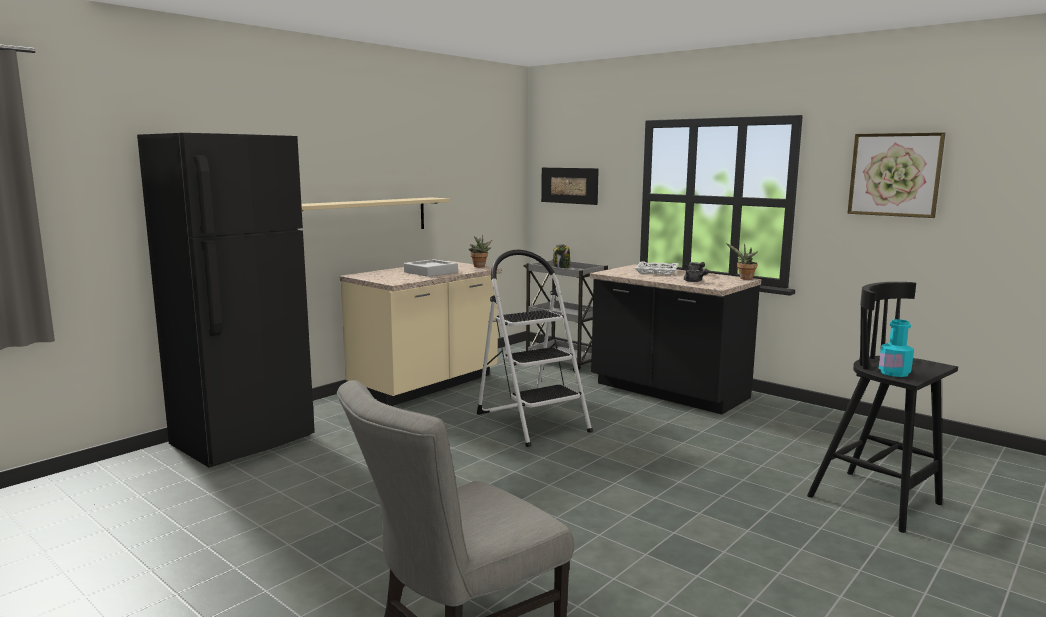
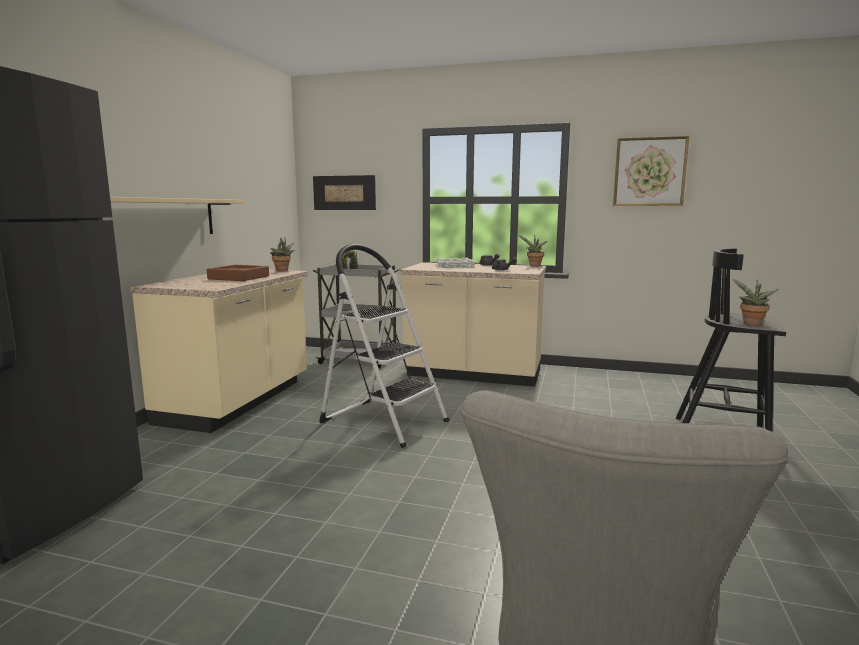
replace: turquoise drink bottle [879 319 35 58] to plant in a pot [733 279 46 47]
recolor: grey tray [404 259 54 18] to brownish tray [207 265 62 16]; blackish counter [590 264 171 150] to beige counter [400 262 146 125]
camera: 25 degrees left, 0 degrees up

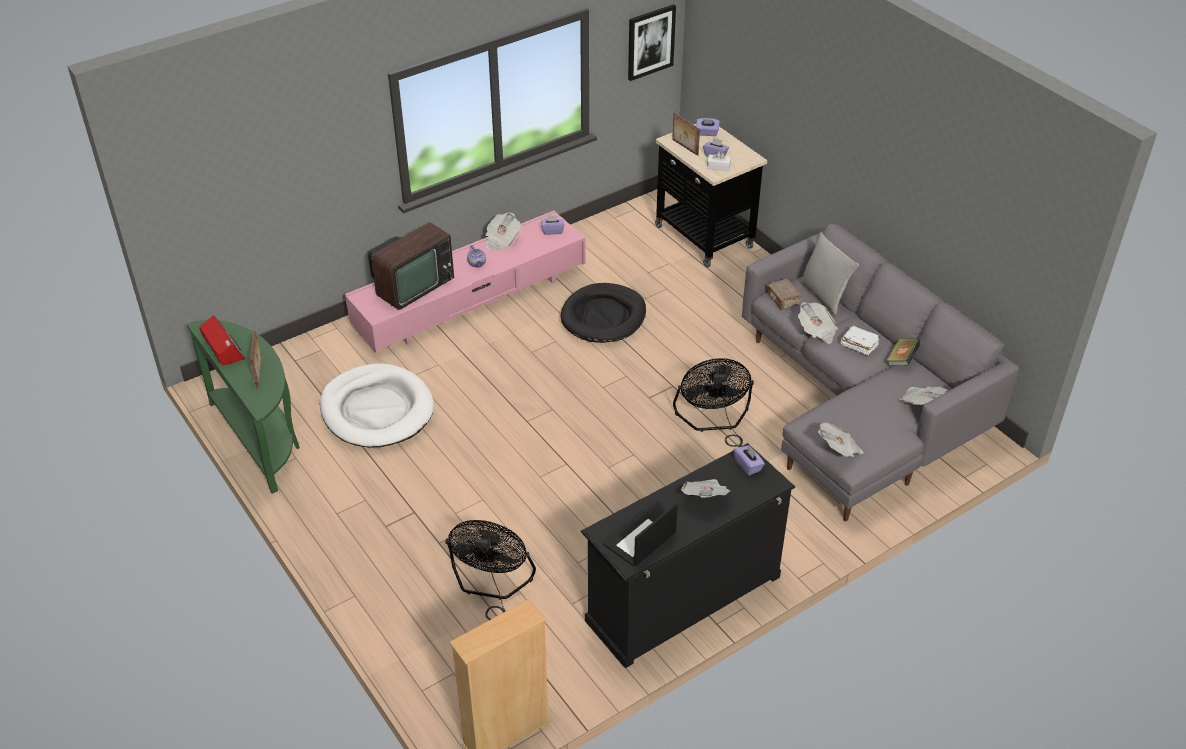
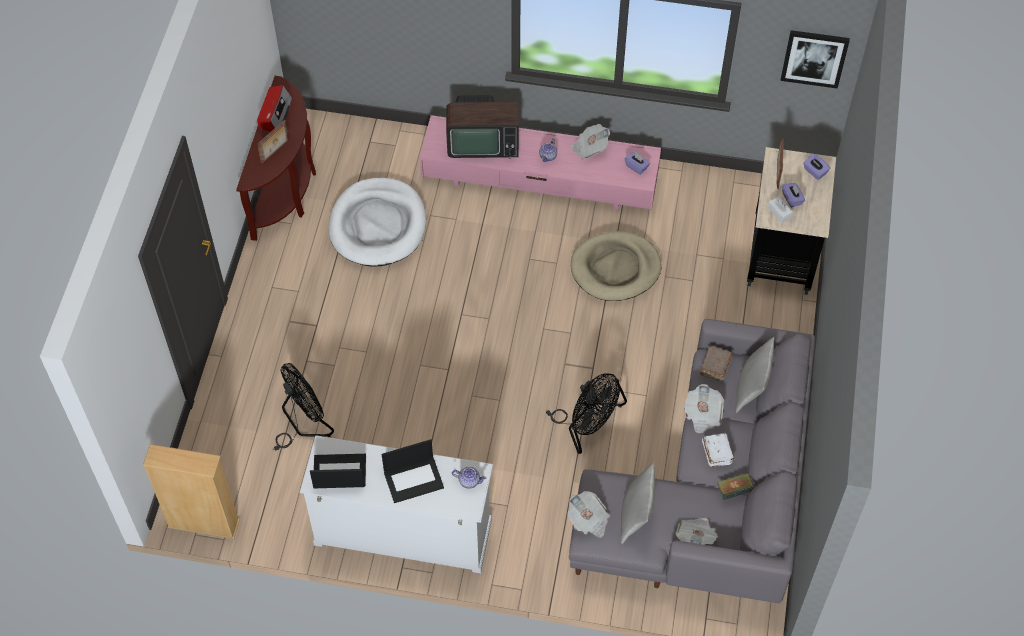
insert: grey cushion [620 462 35 82]
replace: printed paper [681 479 49 19] to notebook computer [382 439 62 64]; purple-coloured tissue holder [734 445 31 31] to pot for tea [452 467 35 22]
recolor: greenish console table [187 320 113 174] to brownish console table [236 76 80 165]; blackish cabinet [581 443 214 225] to white-coloured cabinet [300 435 193 138]; blackish dog bed [561 283 85 60] to beige dog bed [571 231 91 70]
rotate: blackish cooling fan [673 358 81 89] = [546 373 81 81] 90 degrees clockwise
camera: 45 degrees right, 15 degrees up

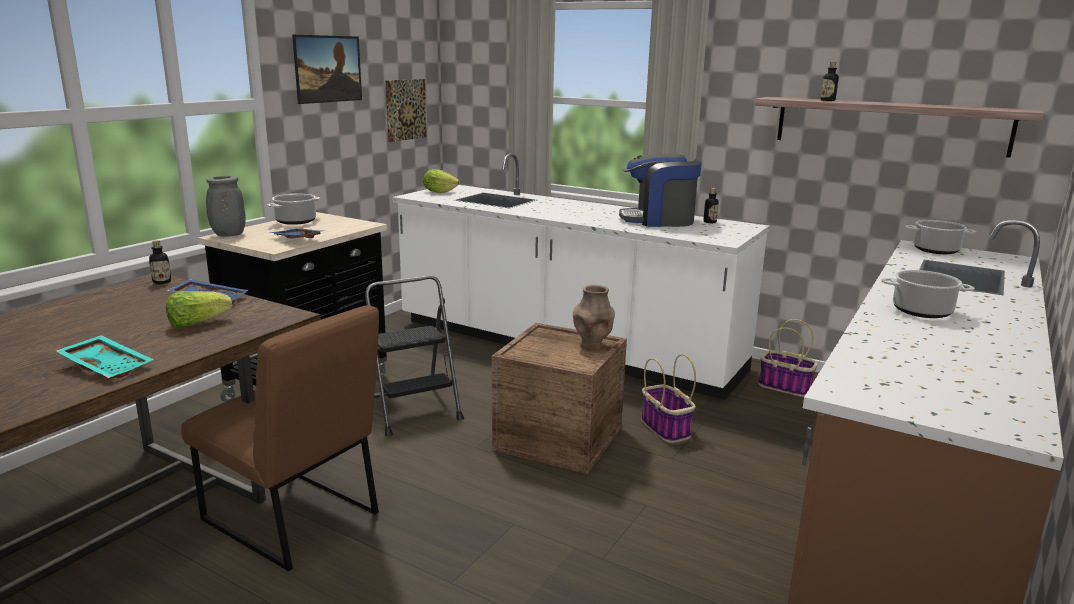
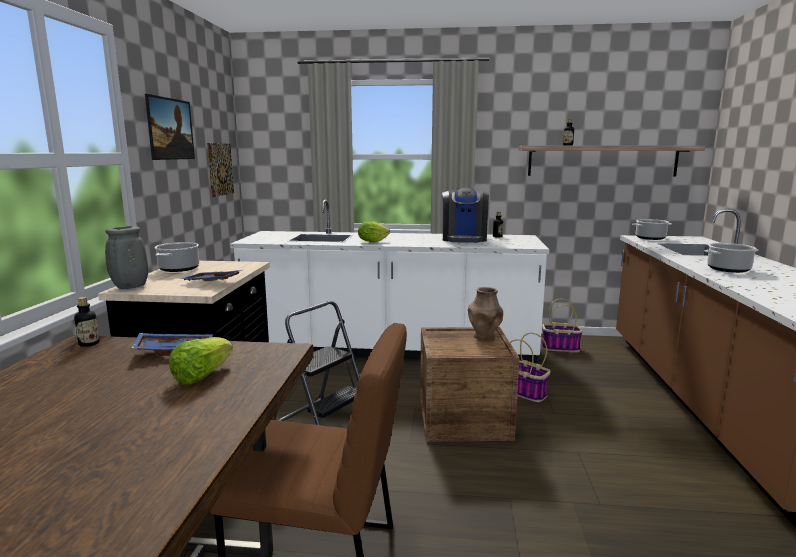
delete: turquoise tray [56 335 98 43]
move: lettuce head [423 169 37 24] to [358 221 32 21]
rotate: coffee machine [619 154 82 73] = [442 188 47 55] 60 degrees counterclockwise
camera: 25 degrees left, 5 degrees down

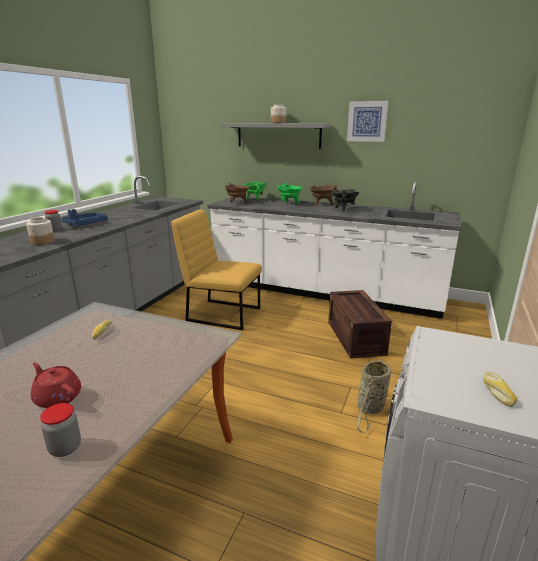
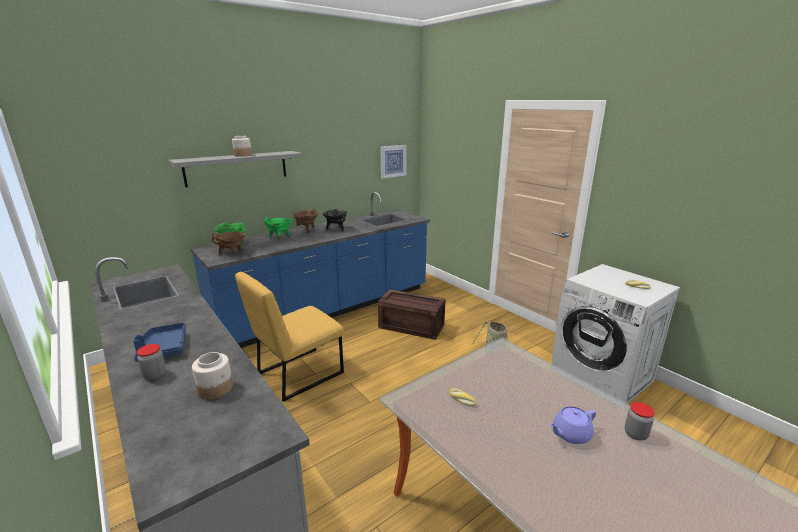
move: wall picture [347 101 41 41] to [381 145 26 34]
recolor: white-coloured counter [208 181 253 138] to blue-coloured counter [190 192 240 156]; red-coloured pot for tea [31 363 50 45] to purple-coloured pot for tea [550 406 46 38]
camera: 60 degrees left, 0 degrees up

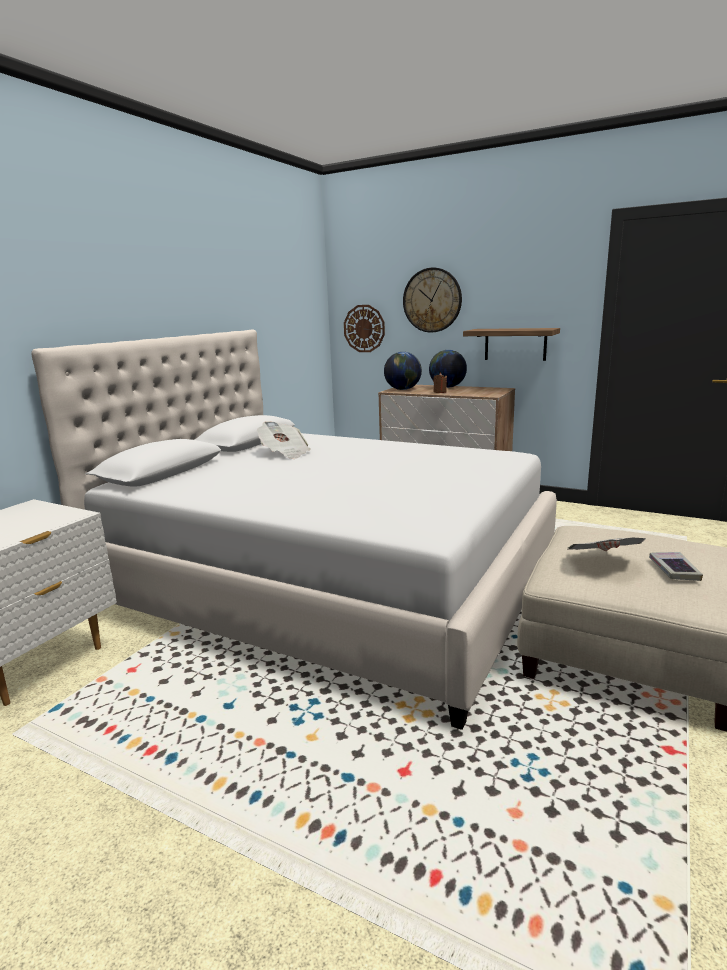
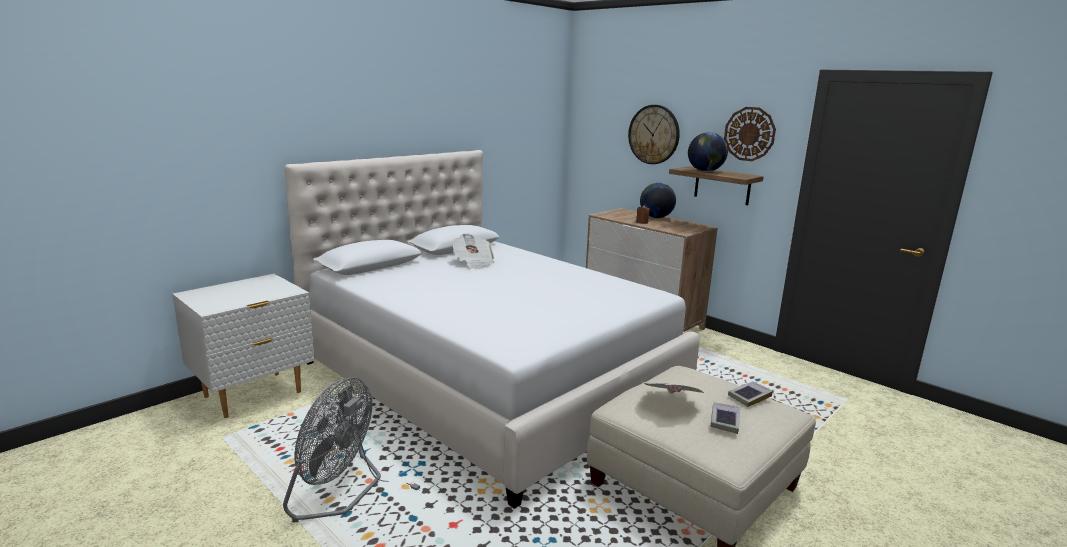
insert: grey cooling fan [283 378 138 145]; bound book [728 381 45 26]
move: desk globe [384 352 38 38] to [688 132 40 40]; hanging clock [344 305 41 47] to [724 107 52 54]
camera: 15 degrees right, 0 degrees up

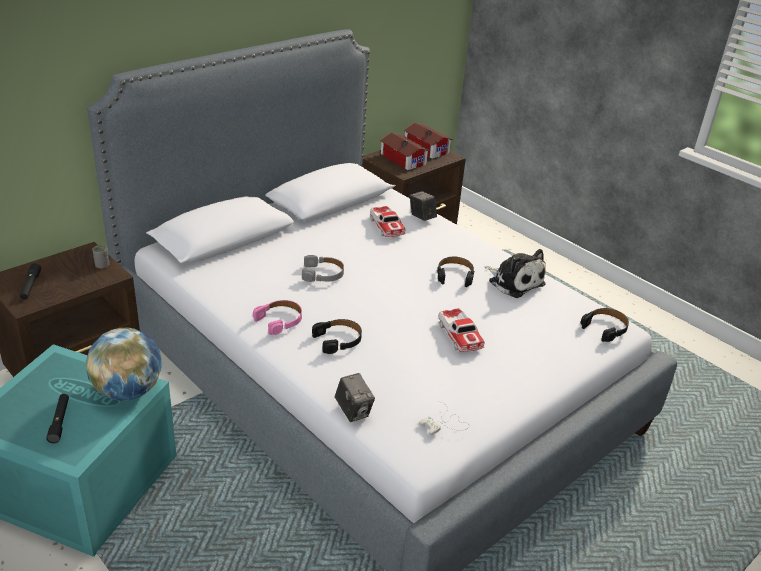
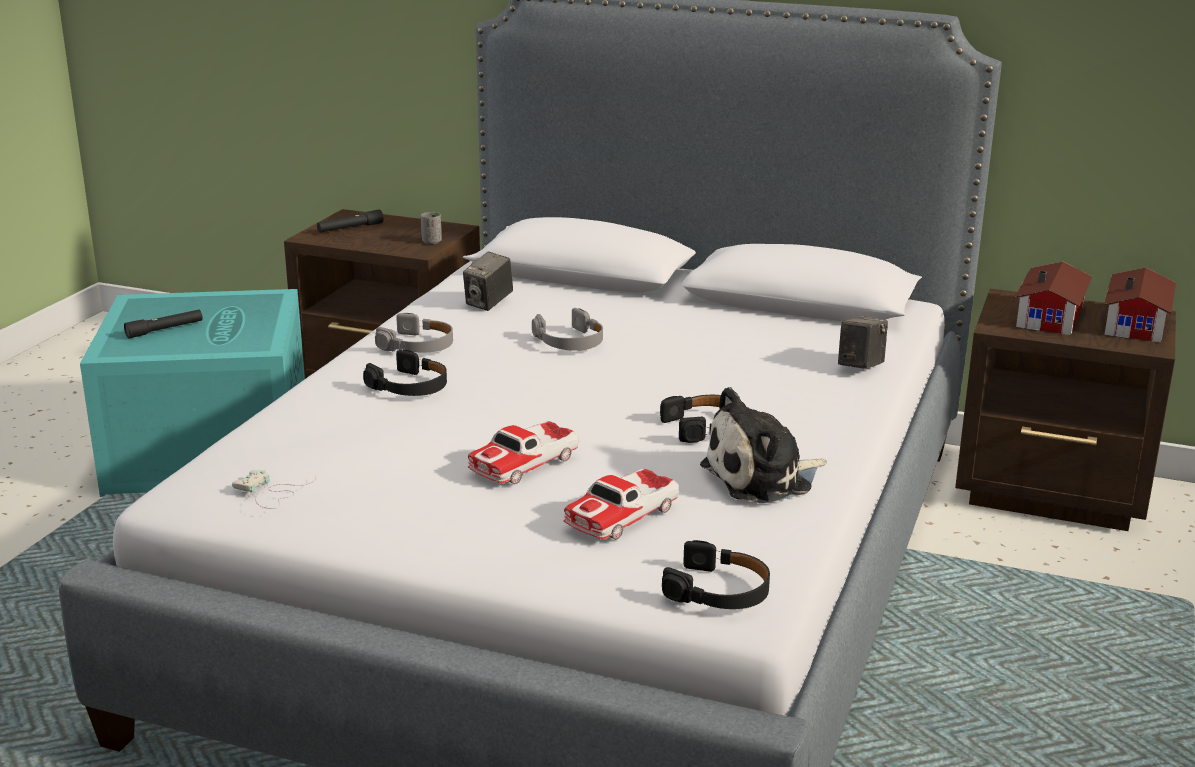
delete: desk globe [86 328 76 73]
move: still camera [335 373 40 49] to [463 251 50 60]; toy car [370 206 36 31] to [563 468 116 72]
recolor: pink-coloured headphones [253 300 49 35] to grey headphones [375 313 78 39]
rotate: plush toy [485 249 61 49] = [700 387 127 116] 45 degrees clockwise
camera: 65 degrees right, 10 degrees down

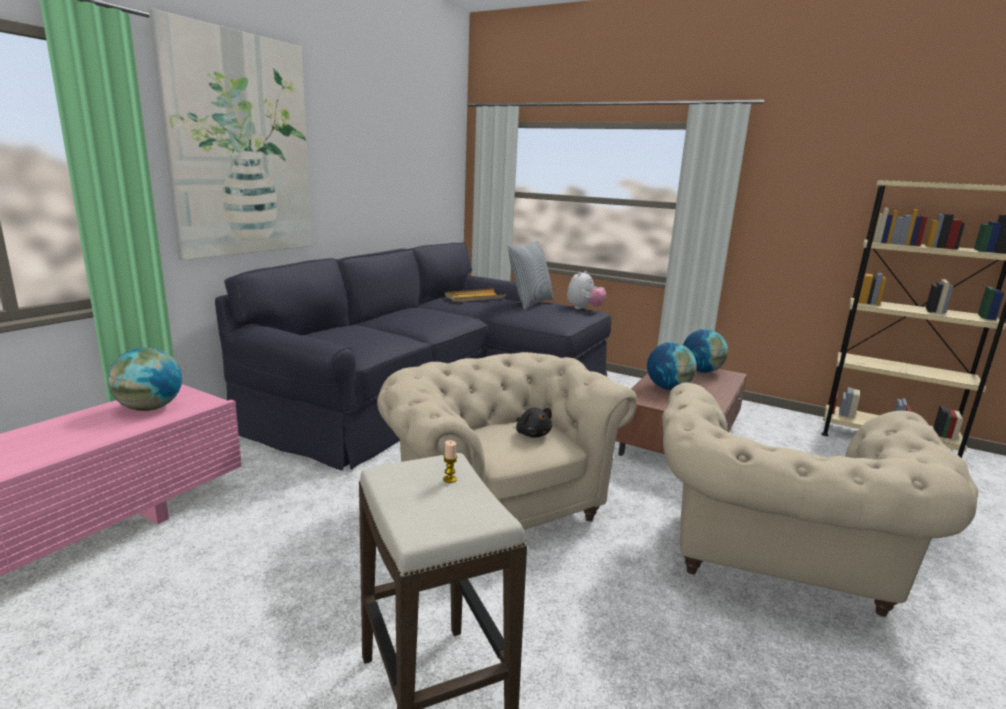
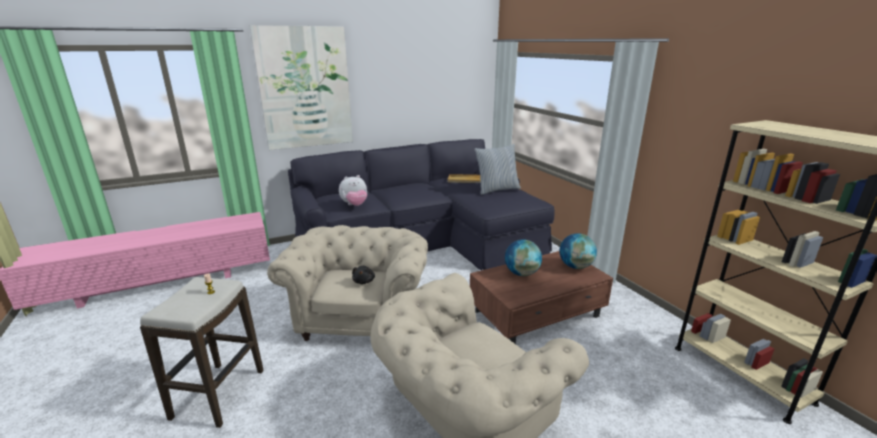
delete: desk globe [108 347 74 64]
move: plush toy [567 271 39 38] to [339 175 28 31]
camera: 35 degrees right, 5 degrees up

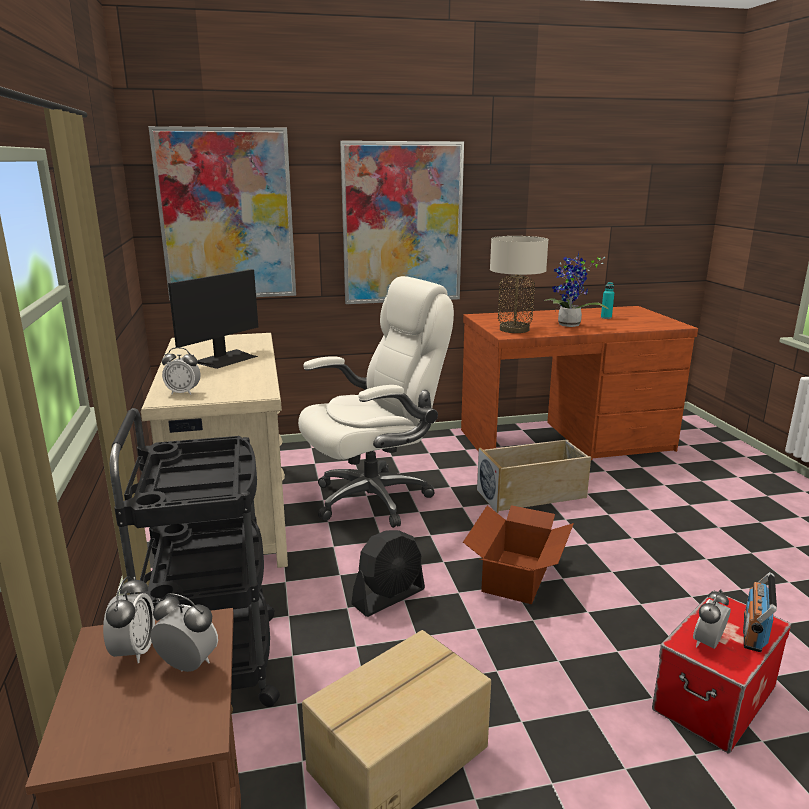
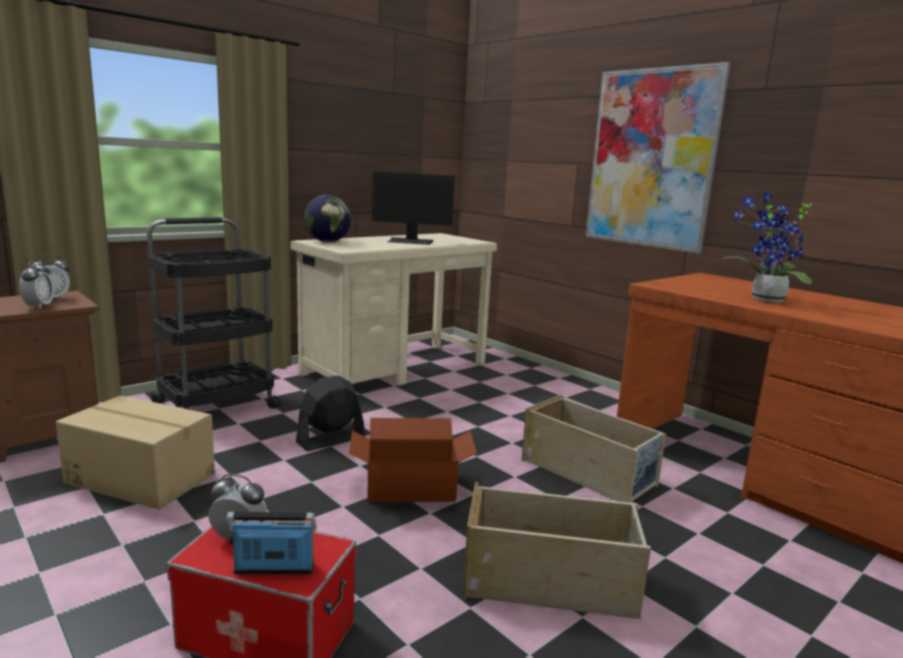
delete: wall picture [148 126 148 175]; white-coloured computer chair [298 276 156 252]; table lamp [490 236 58 97]; turquoise drink bottle [601 282 13 37]
insert: beige storage box [462 482 189 137]
replace: alarm clock [162 347 39 48] to desk globe [304 195 47 47]
rotate: blackish cooling fan [351 530 74 87] = [296 375 69 76] 120 degrees clockwise
camera: 60 degrees right, 5 degrees down

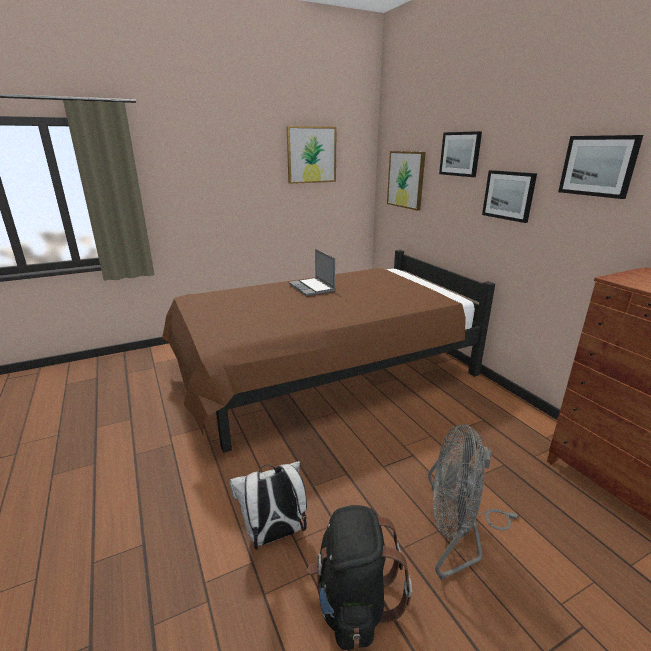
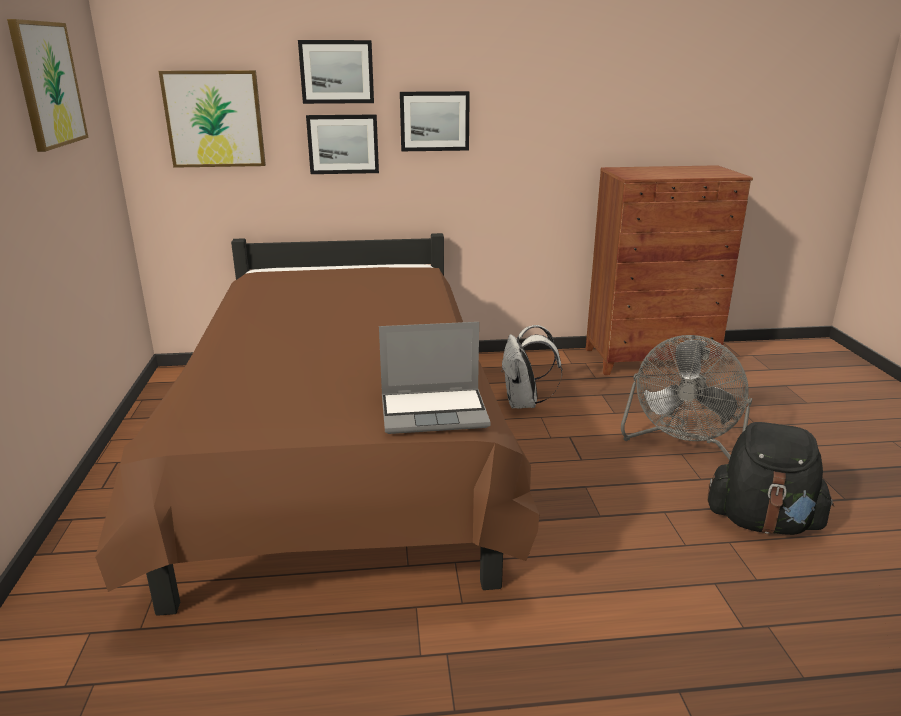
move: wall picture [558 135 85 64] to [306 114 73 60]; notebook computer [289 249 46 47] to [379 322 112 112]; white-coloured knapsack [229 461 78 89] to [501 325 62 83]
camera: 70 degrees left, 0 degrees up

